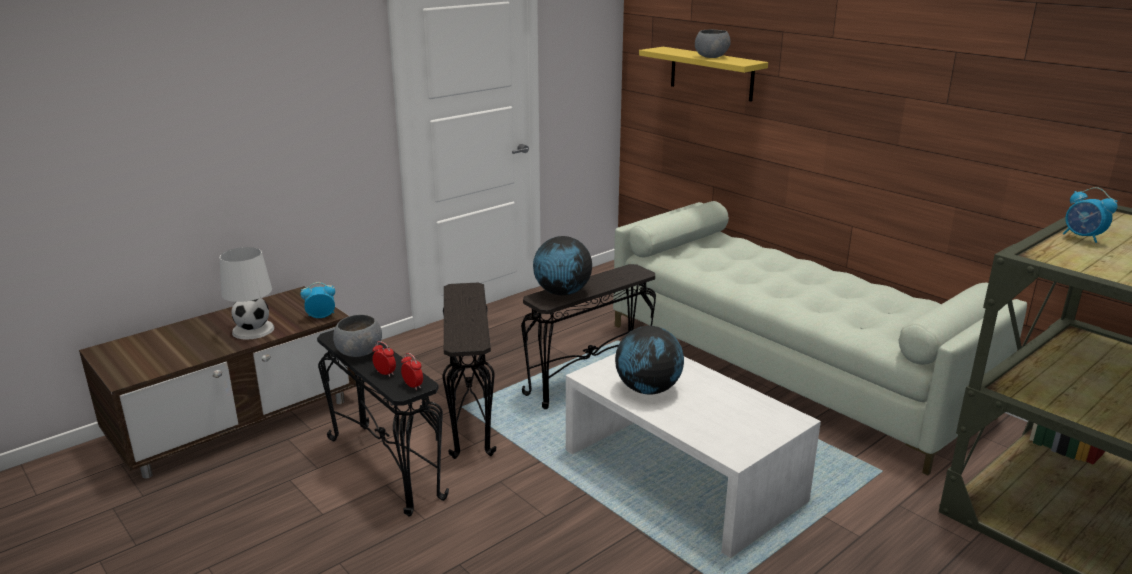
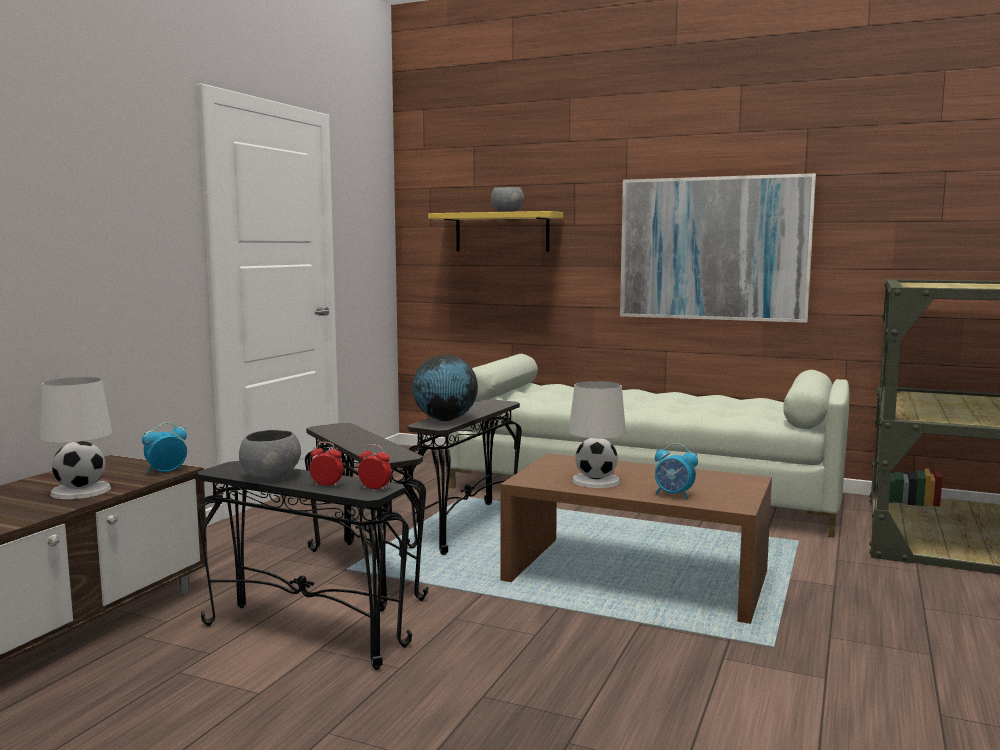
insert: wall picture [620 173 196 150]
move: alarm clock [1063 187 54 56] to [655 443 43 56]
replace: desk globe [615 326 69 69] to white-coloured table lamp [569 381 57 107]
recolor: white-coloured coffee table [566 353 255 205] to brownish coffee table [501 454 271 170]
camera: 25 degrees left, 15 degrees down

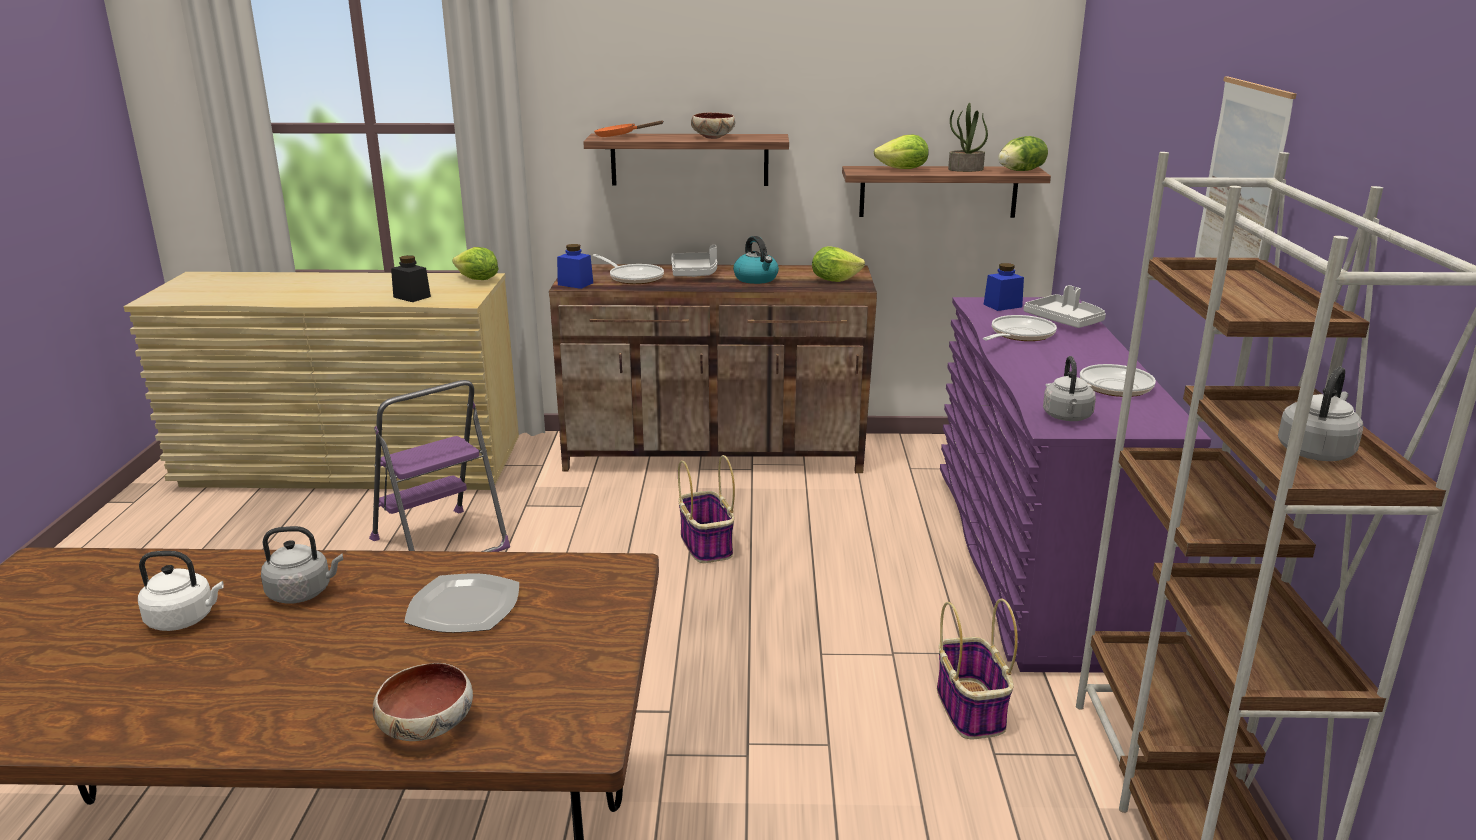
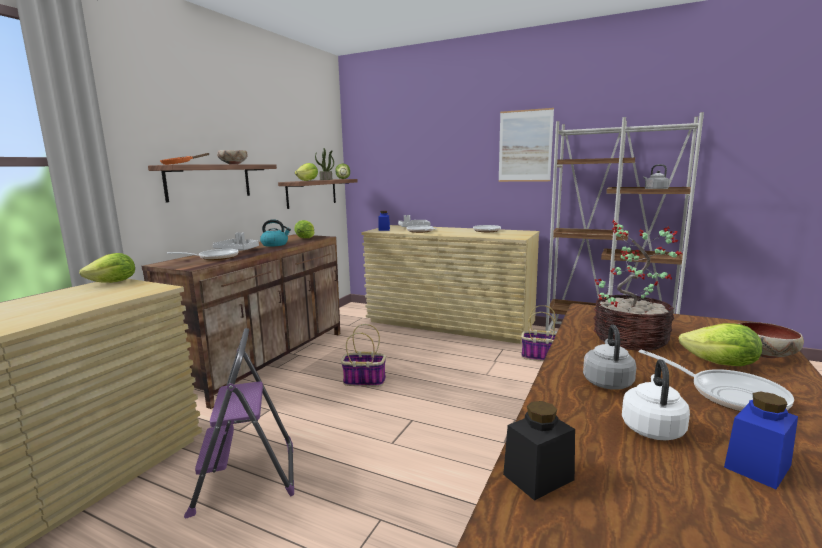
delete: grey tea kettle [1043 356 53 65]
insert: pan [639 350 155 62]; lettuce head [679 323 83 43]
move: blackish preserve jar [391 255 40 47] to [503 401 72 100]; blue-coloured preserve jar [557 244 36 45] to [724 391 74 98]
replace: plate [404 573 115 60] to plant in a pot [593 220 89 131]
recolor: purple-coloured chest of drawers [940 297 271 376] to beige chest of drawers [361 225 178 119]
camera: 65 degrees left, 10 degrees down

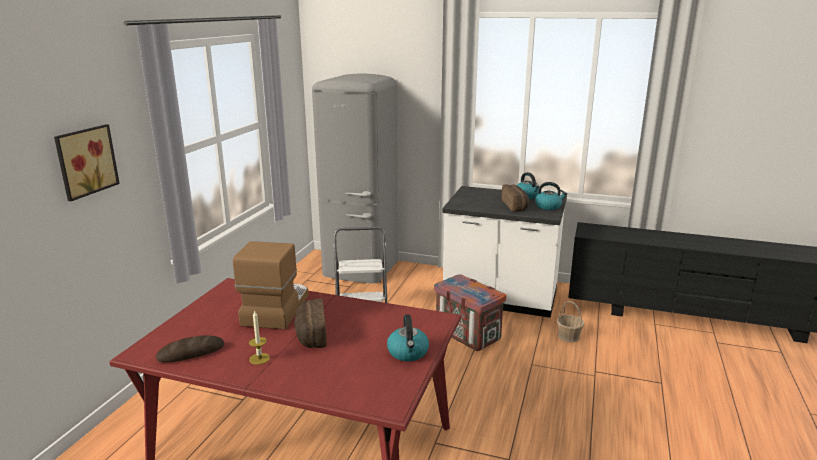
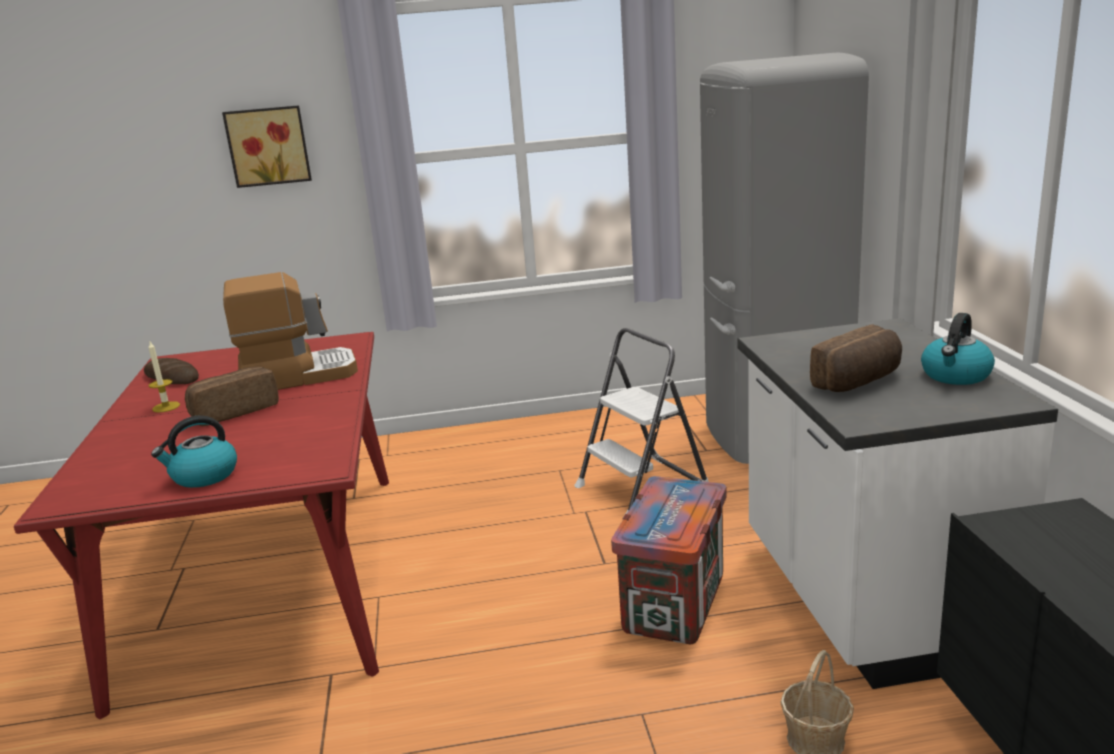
delete: tea kettle [535 182 32 28]
camera: 65 degrees right, 0 degrees up

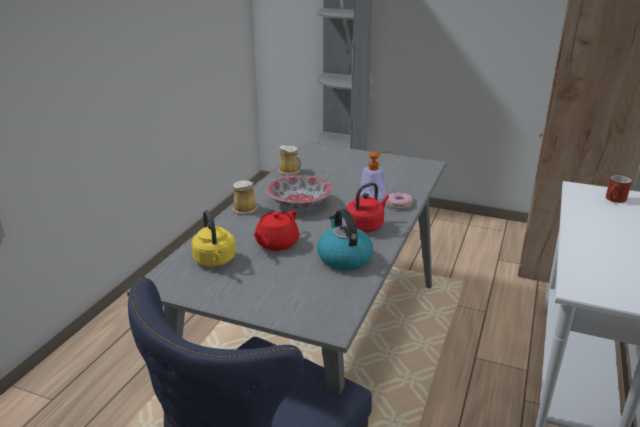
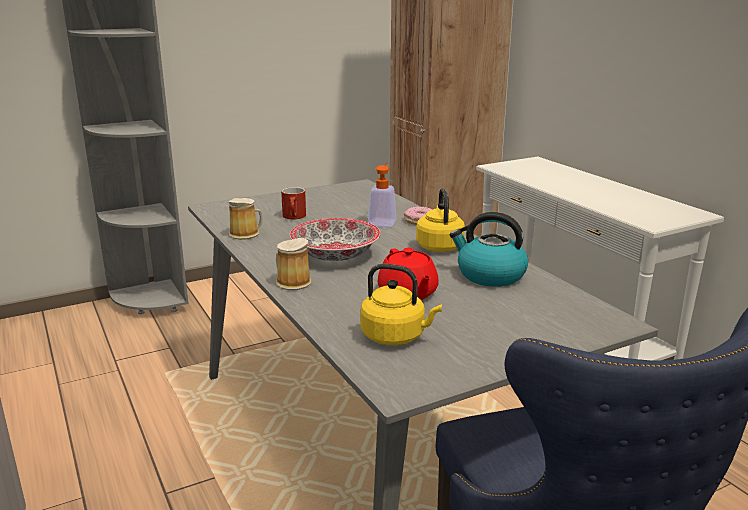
move: red-coloured mug [606 175 26 28] to [281 187 25 32]
recolor: red-coloured tea kettle [345 182 44 50] to yellow tea kettle [416 188 49 64]
camera: 50 degrees left, 5 degrees down

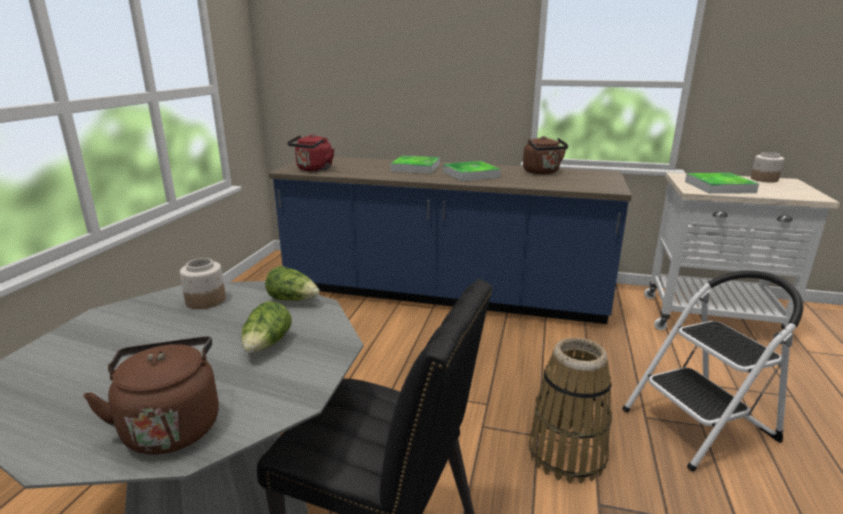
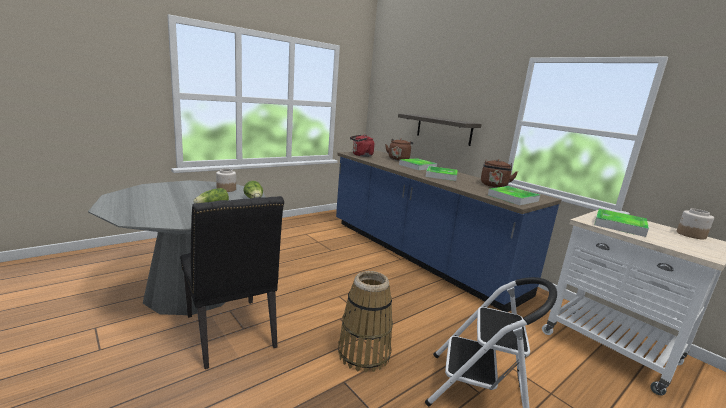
insert: wall shelf [398 114 84 32]; tray [488 186 52 19]
move: brownish tea kettle [83 336 136 119] to [385 138 28 23]
camera: 35 degrees right, 5 degrees down

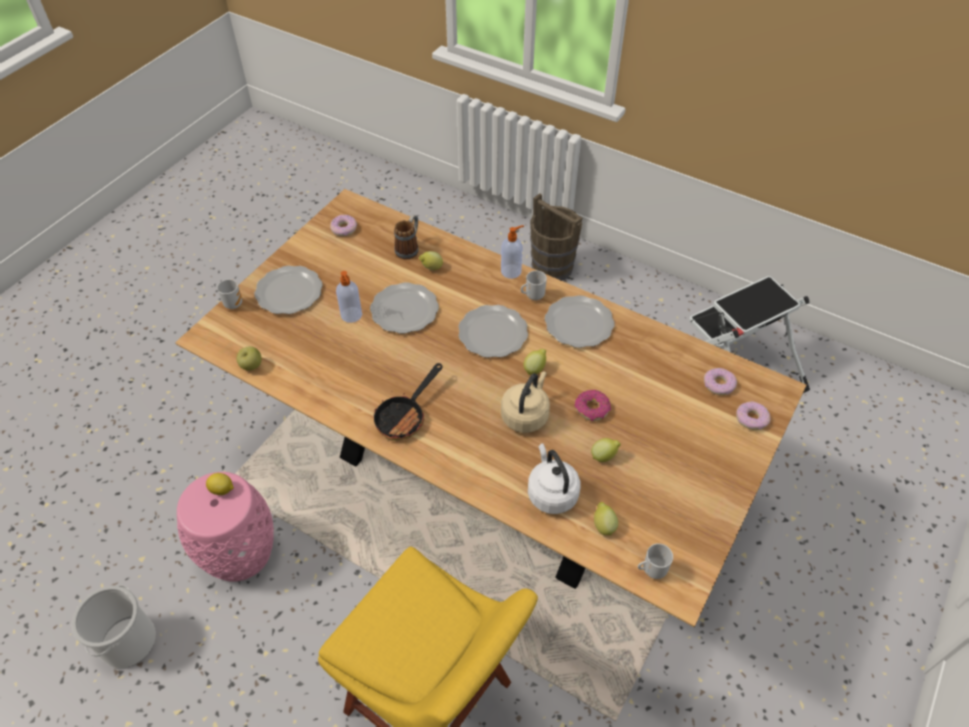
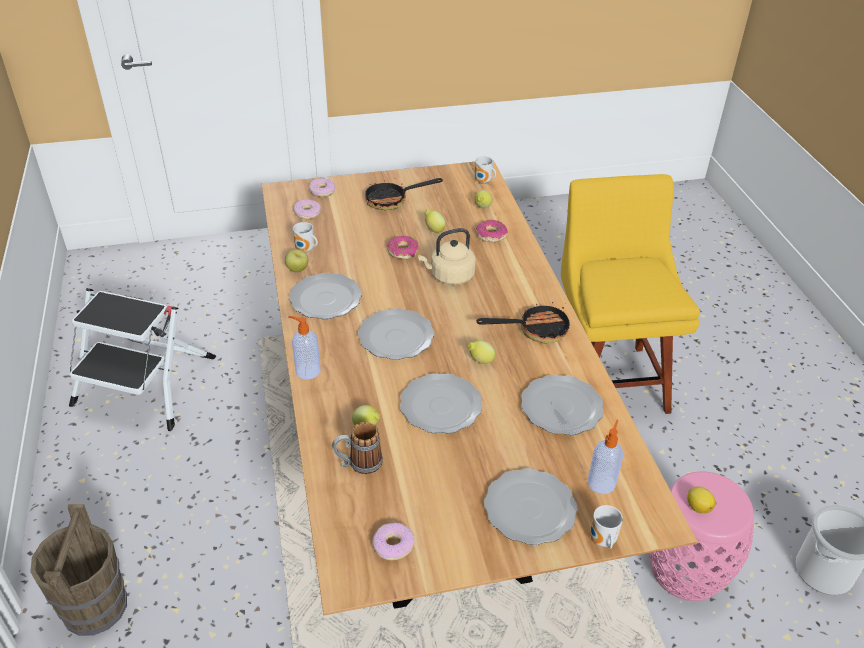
insert: pan [365 174 78 36]; plate [521 374 83 61]
move: apple fruit [237 346 25 24] to [285 249 23 23]; mug [521 271 26 29] to [293 222 25 31]; citrus fruit [523 349 23 26] to [467 340 28 24]; soap dispenser [336 271 26 52] to [588 420 35 74]
replace: white-coloured tea kettle [528 443 52 71] to donut [476 220 32 22]
camera: 135 degrees left, 10 degrees down

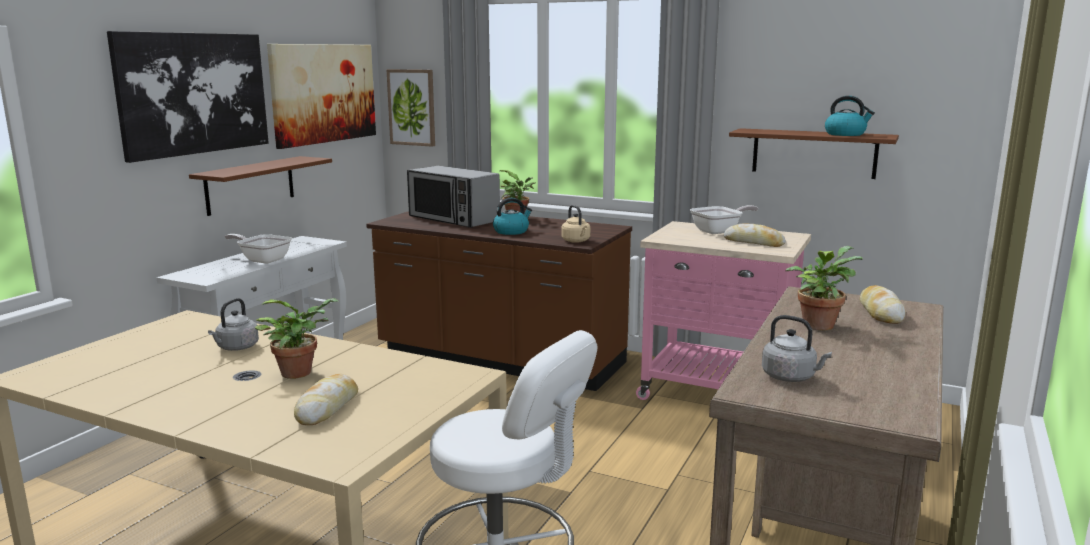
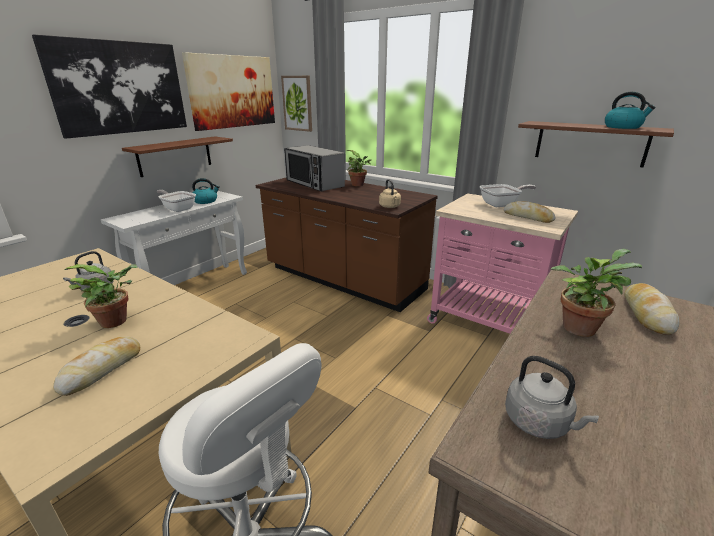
move: tea kettle [493 198 39 37] to [192 178 28 26]
camera: 10 degrees right, 10 degrees up

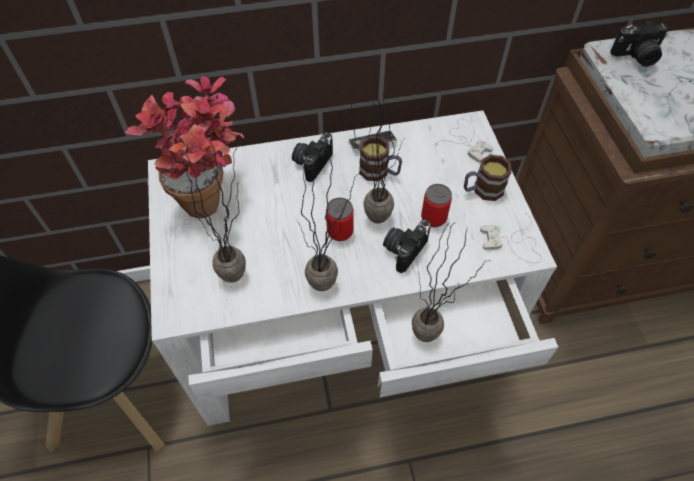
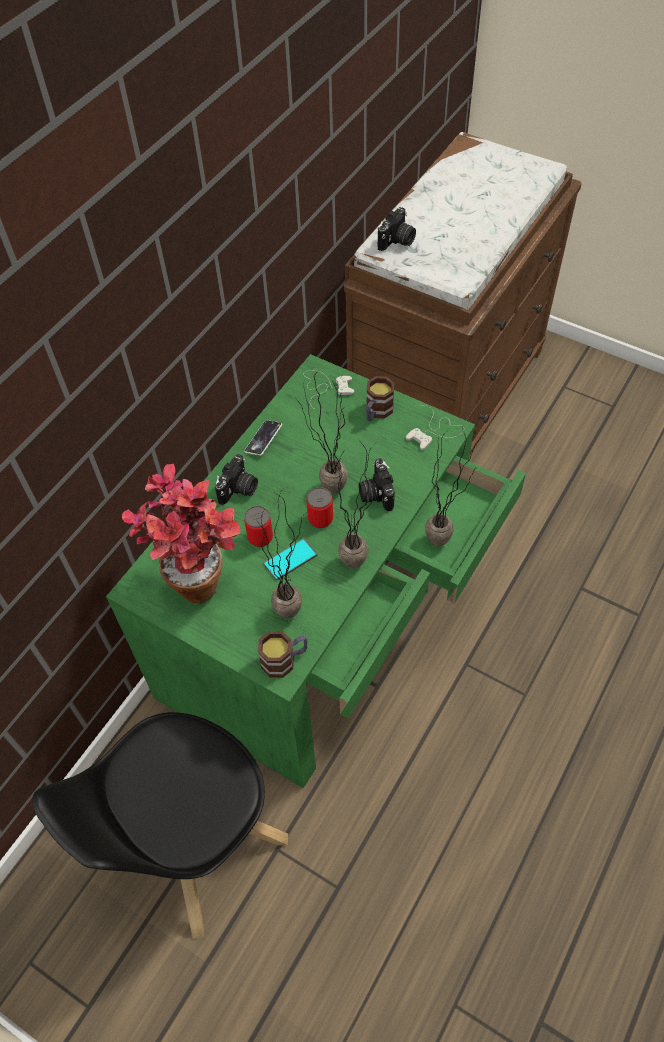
insert: telephone [263 538 54 43]
move: metal can [421 184 31 43] to [244 506 29 41]; mug [359 136 43 45] to [258 631 49 47]
recolor: white-coloured desk [148 110 410 316] to greenish desk [106 354 420 434]
rotate: still camera [292 132 41 50] = [215 454 43 51] 135 degrees counterclockwise
camera: 45 degrees left, 0 degrees up

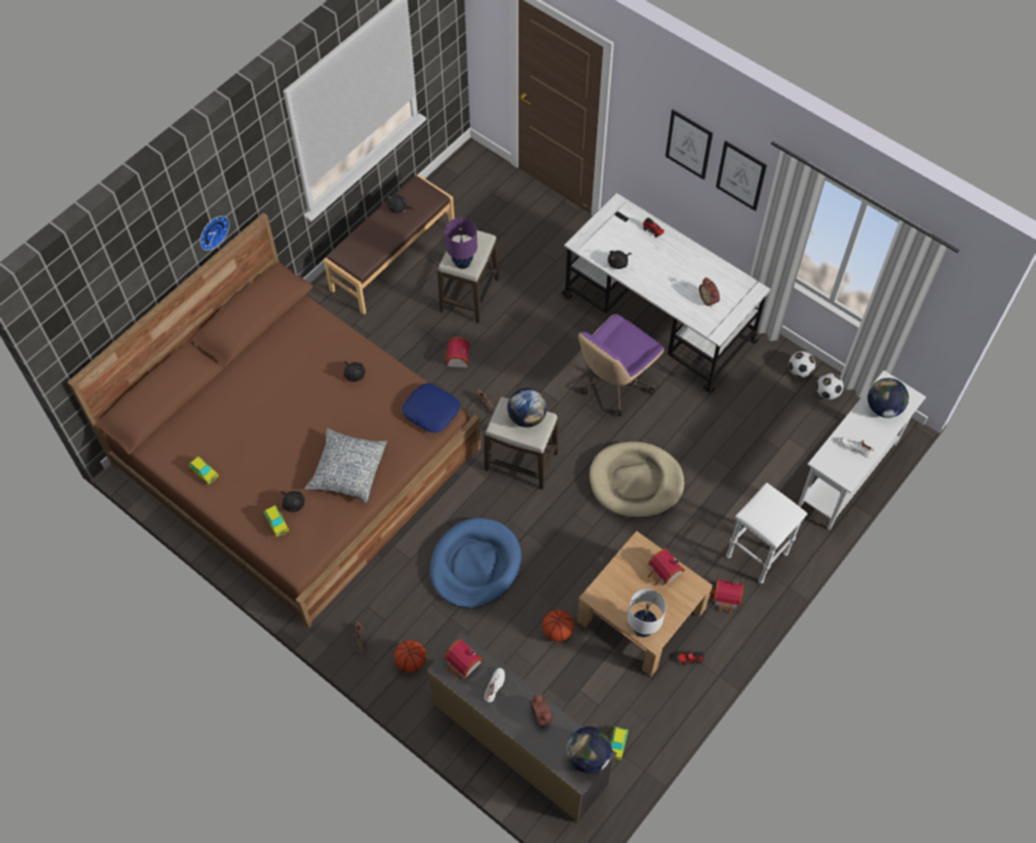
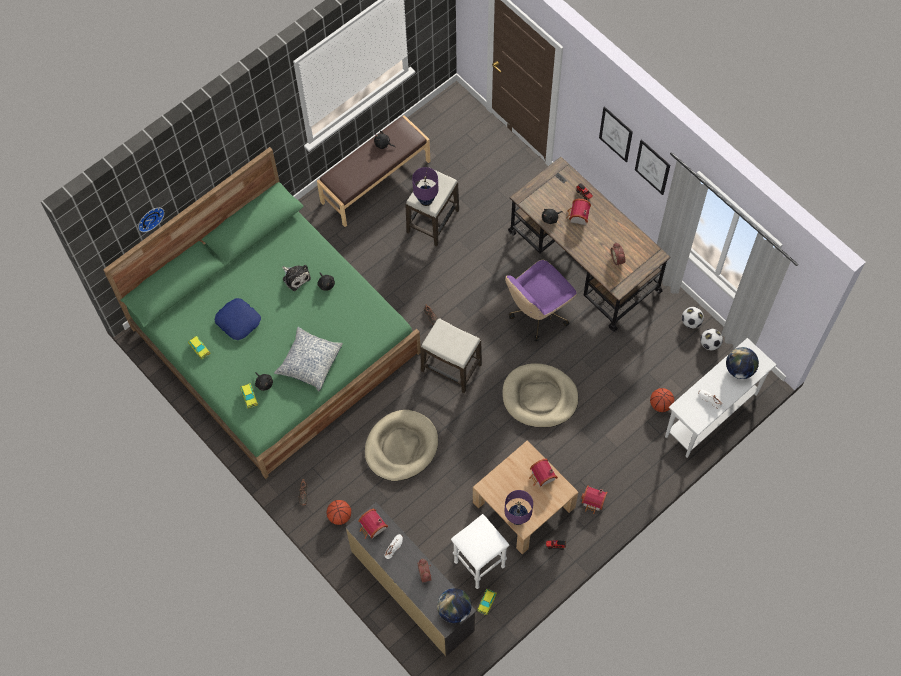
delete: desk globe [507 388 40 39]
insert: plush toy [282 265 29 26]
move: hanging clock [200 216 30 35] to [138 208 27 24]; blue-coloured cushion [402 383 58 50] to [215 298 46 42]; white-coloured sitting stool [726 483 81 101] to [451 514 58 75]; toy house [443 337 27 31] to [566 199 25 26]; ball for basketball [542 610 32 32] to [650 388 24 24]
recolor: brownish sleeping bed [67 213 414 415] to greenish sleeping bed [103 147 318 332]; blue-coloured dog bed [430 518 91 90] to beige dog bed [365 410 73 71]; white-coloured table lamp [627 589 39 48] to purple-coloured table lamp [505 490 28 35]; white-coloured desk [562 193 209 200] to brownish desk [508 157 163 175]
camera: 10 degrees right, 5 degrees up

